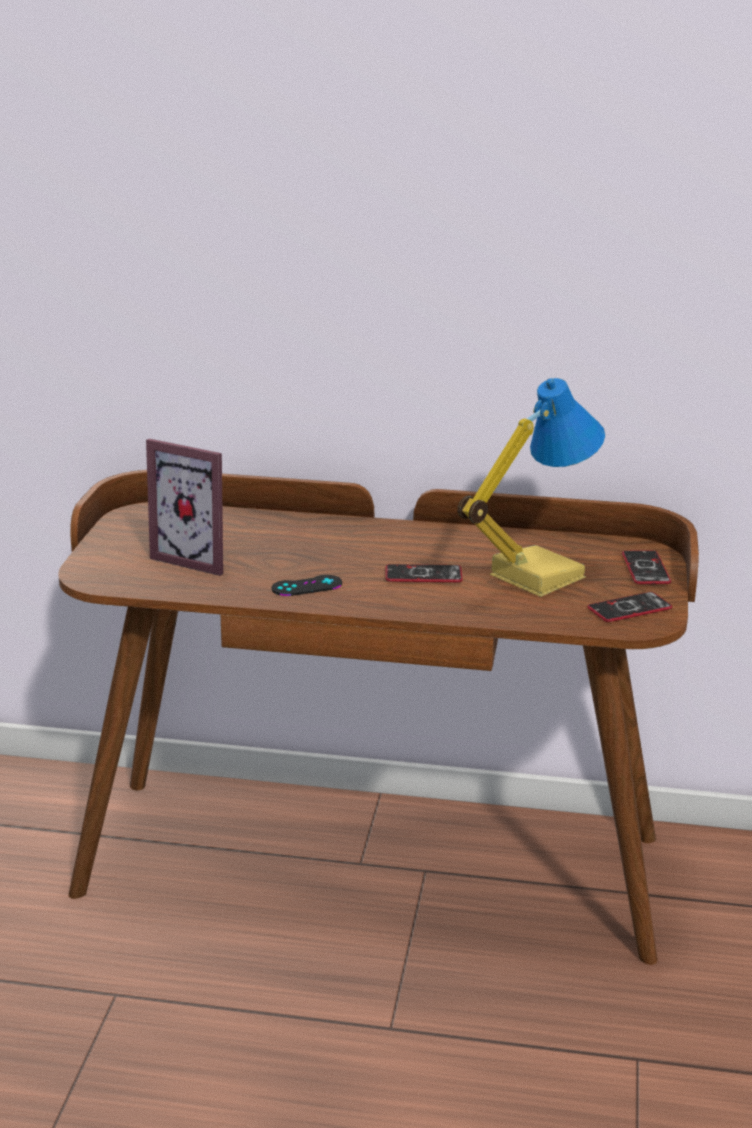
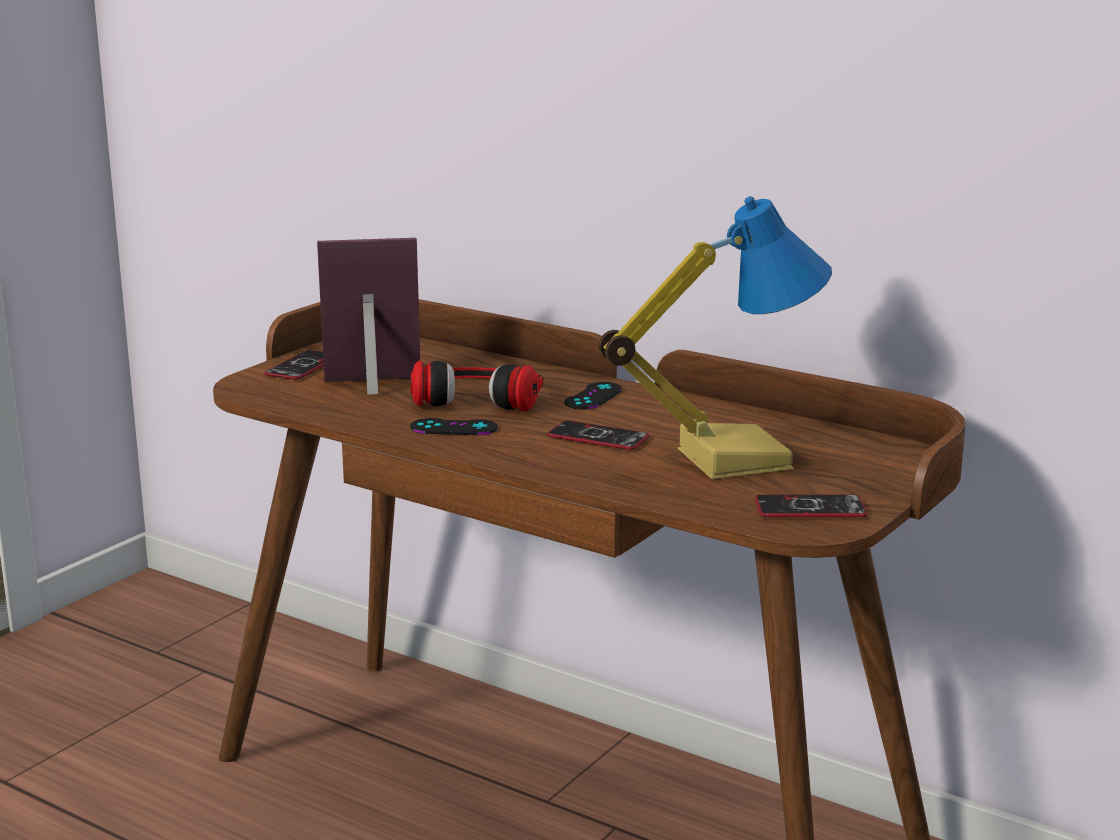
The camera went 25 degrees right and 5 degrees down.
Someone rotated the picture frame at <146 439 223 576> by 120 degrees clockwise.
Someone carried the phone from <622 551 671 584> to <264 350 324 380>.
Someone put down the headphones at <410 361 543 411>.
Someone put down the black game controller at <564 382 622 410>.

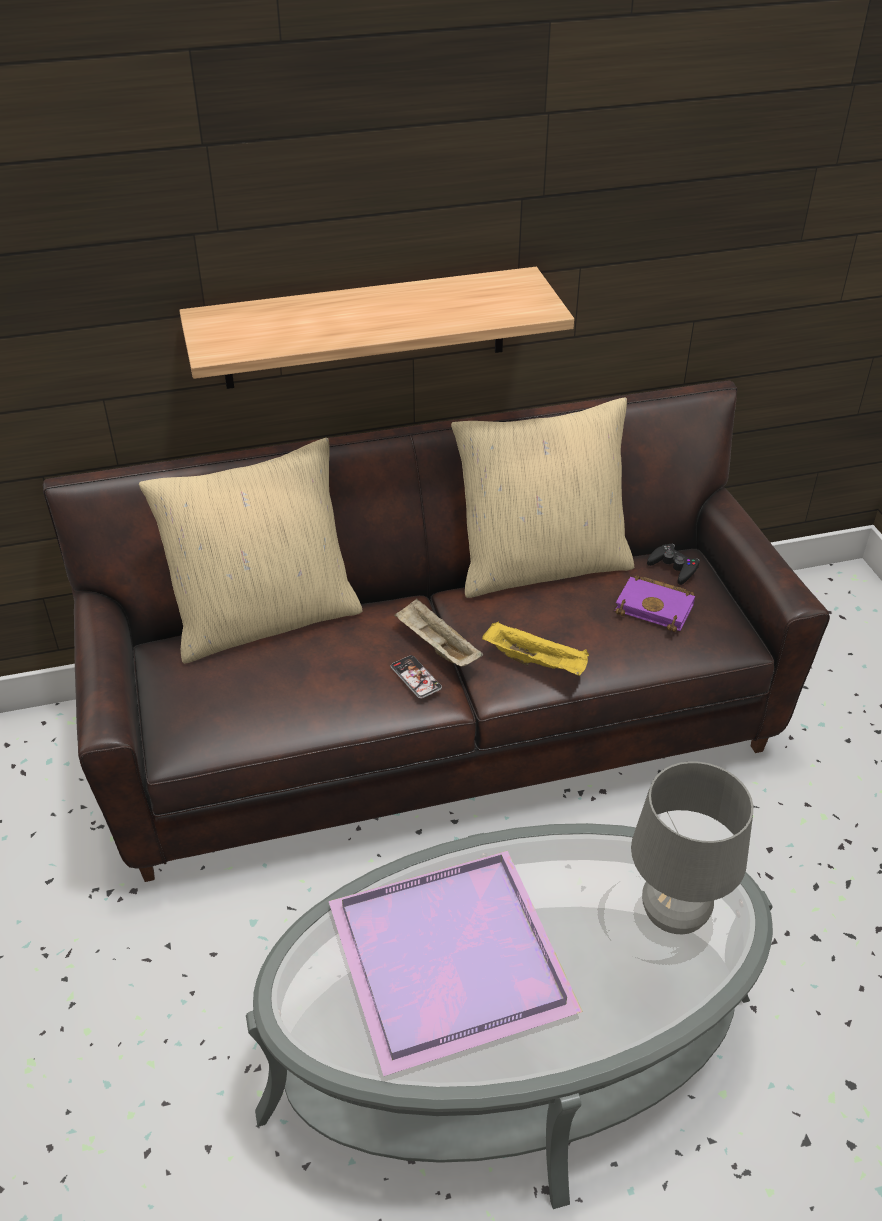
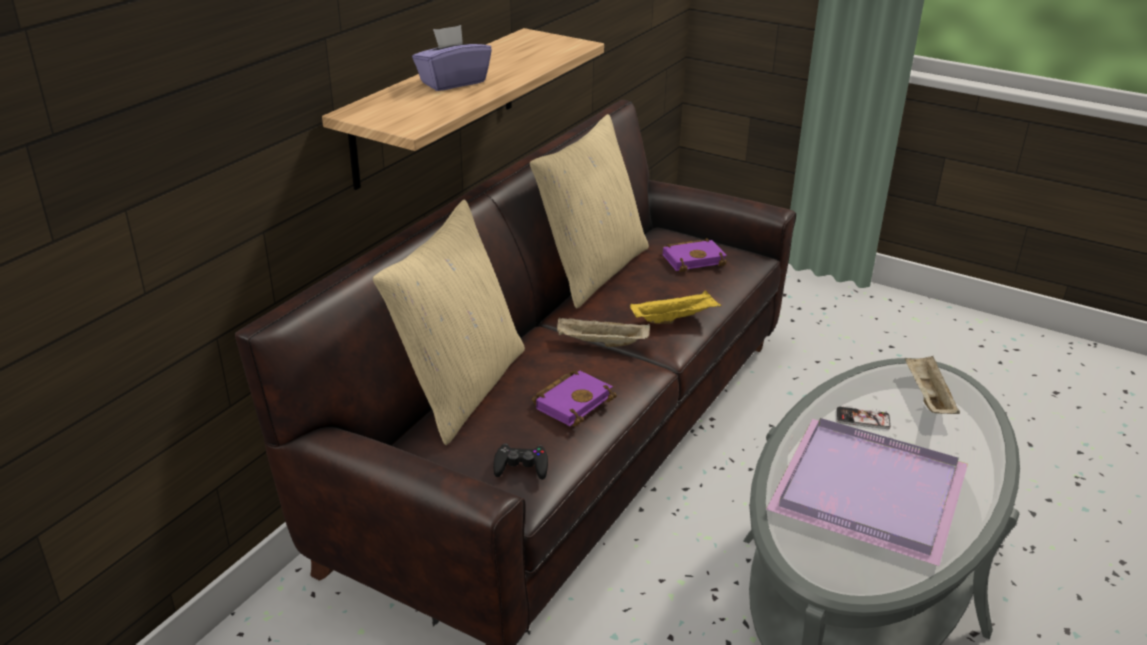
The camera went 45 degrees left and 10 degrees down.
Someone carried the black game controller from <647 544 700 585> to <494 444 548 479>.
Someone carried the phone from <390 655 442 699> to <836 407 891 429>.
Someone swapped the grey table lamp at <631 761 753 934> for the beige tray at <905 356 960 414>.
Someone put down the purple tissue box at <412 25 492 91>.
Someone put down the purple book at <532 370 617 426>.

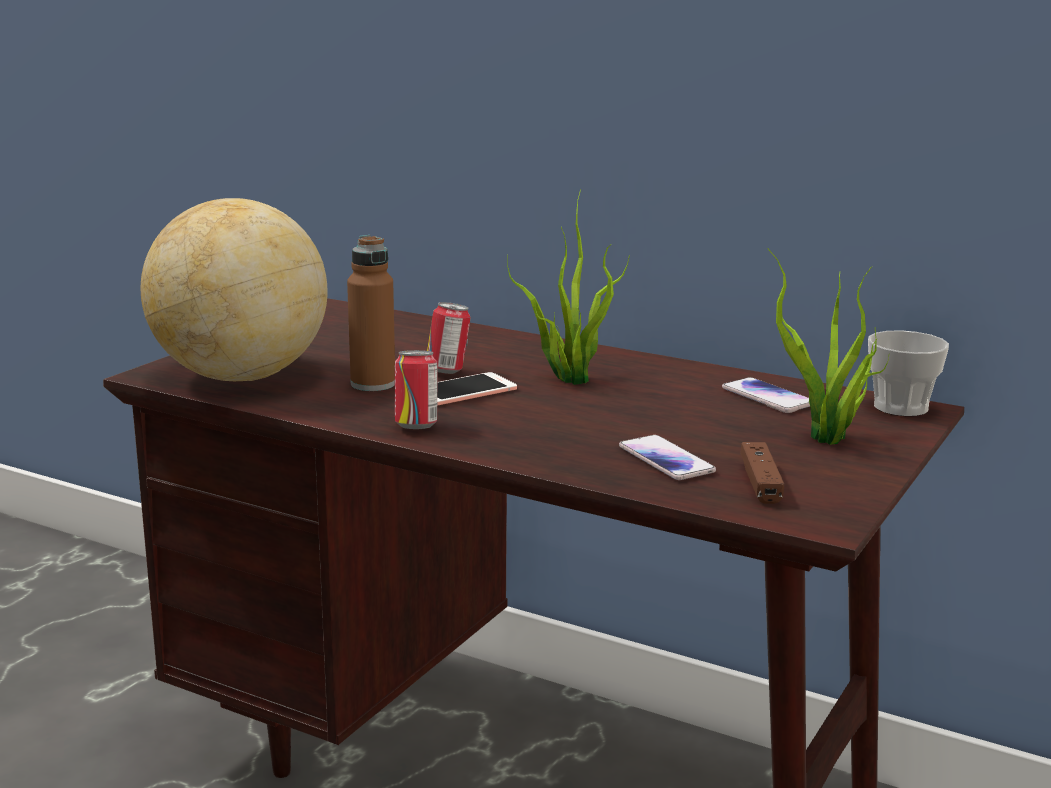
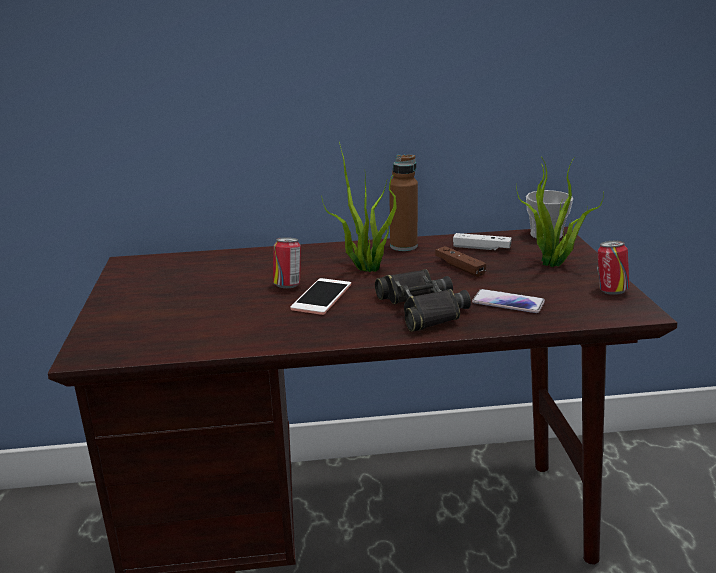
The camera went 35 degrees left and 5 degrees up.
Someone took away the globe at <140 198 328 381>.
Someone carried the brown bottle from <347 235 395 391> to <389 154 418 251>.
Someone carried the can from <395 350 437 429> to <597 241 629 295>.
Someone swapped the phone at <722 377 810 413> for the white game controller at <453 233 512 250>.
Someone carried the brown game controller from <740 442 784 504> to <435 246 486 277>.
Someone put down the black binoculars at <375 269 471 332>.

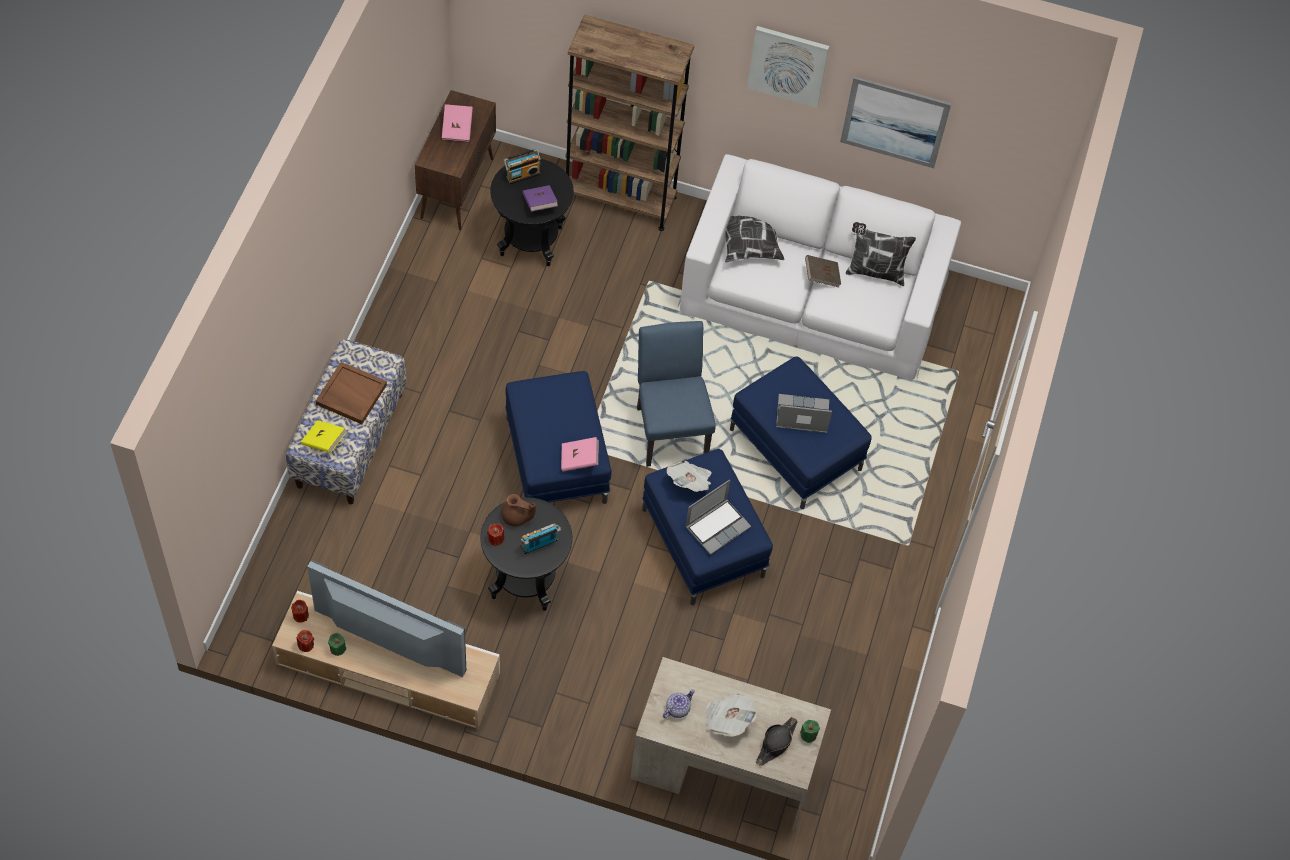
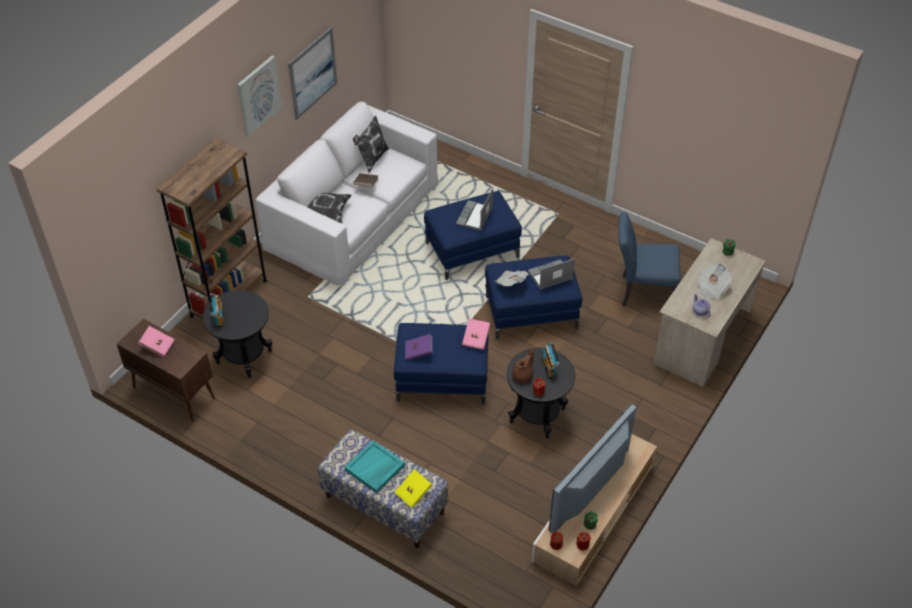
The camera went 70 degrees left and 10 degrees down.
Someone carried the purple book from <522 185 558 212> to <405 334 433 361>.
Someone carried the blue chair from <637 321 716 467> to <618 212 680 306>.
Someone repainted the brown tray at <316 362 387 424>, which became the turquoise tray at <345 440 405 493>.
Someone rotated the laptop at <685 480 751 555> by 90 degrees counterclockwise.
Someone took away the black hat at <756 717 798 766>.

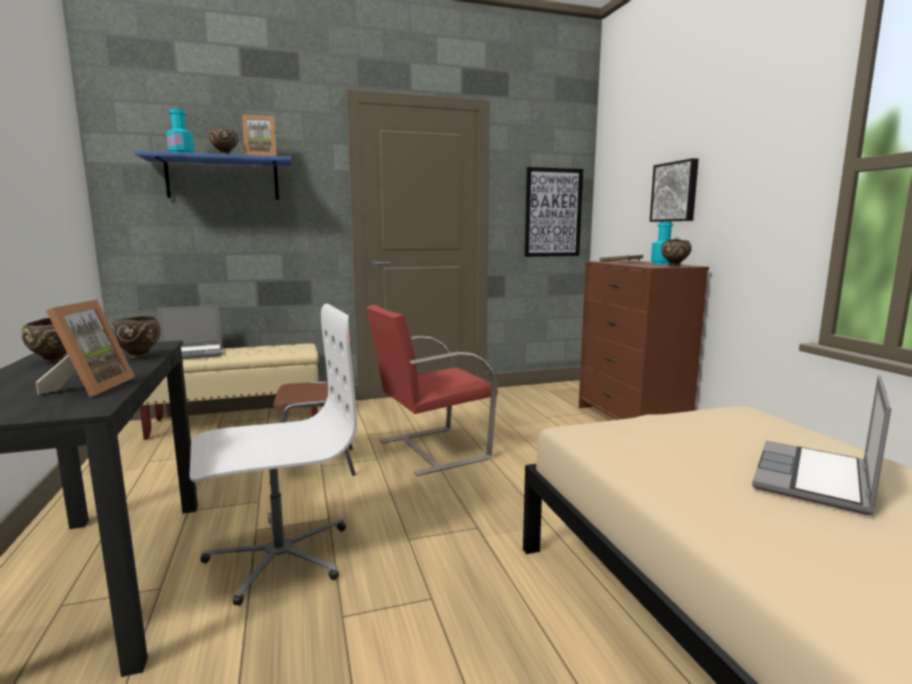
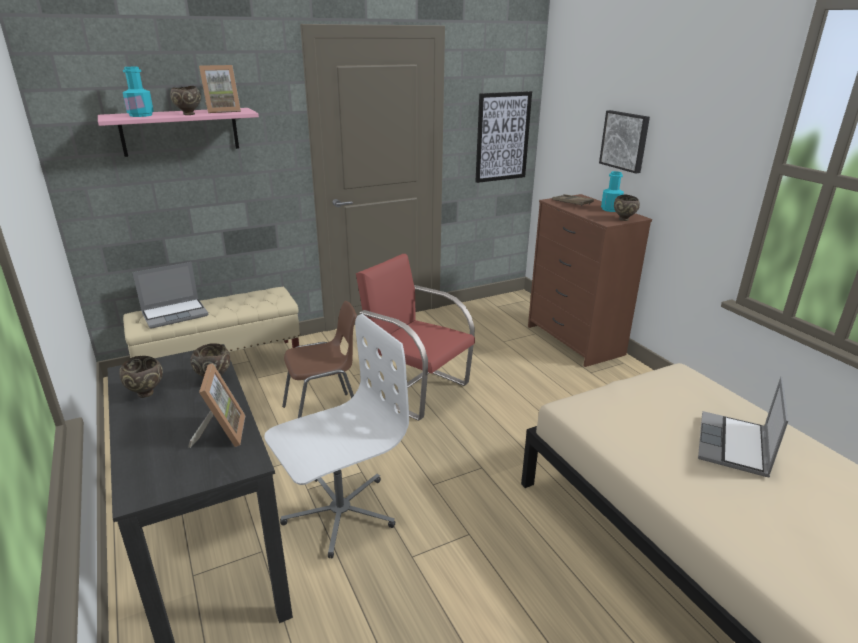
The camera went 10 degrees left and 15 degrees up.
Someone repainted the blue shelf at <135 151 291 200>, which became the pink shelf at <98 108 259 157>.
Someone rotated the red chair at <366 305 497 476> by 75 degrees clockwise.

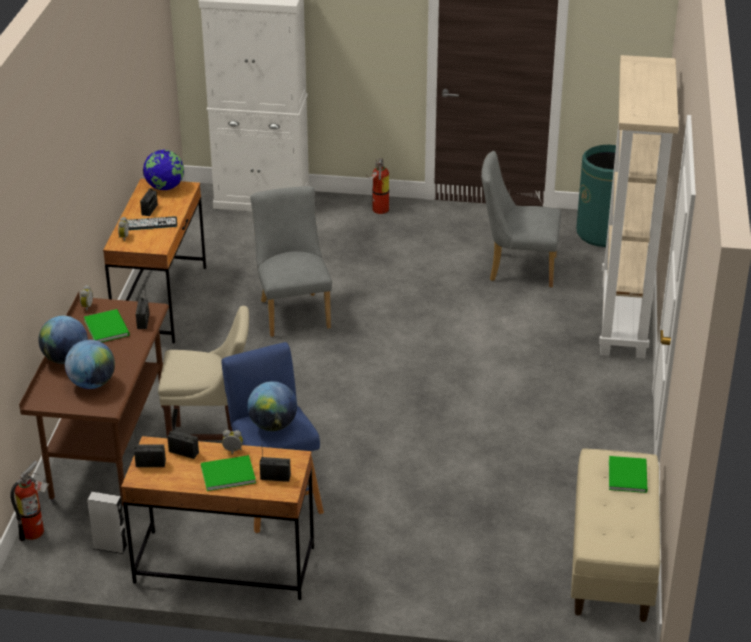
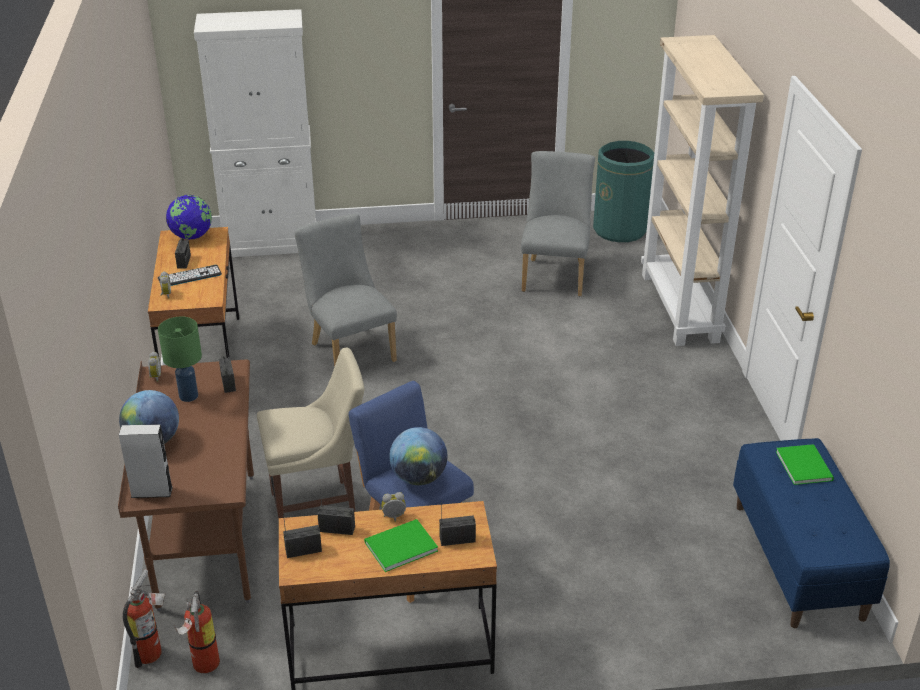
The camera went 15 degrees left and 0 degrees up.
Someone rotated the grey chair at <481 151 561 288> by 105 degrees clockwise.
Someone carried the fire extinguisher from <366 158 389 214> to <174 591 220 673>.
Someone swapped the green book at <84 309 130 342> for the green table lamp at <158 316 202 402>.
Someone took away the globe at <65 340 115 389>.
Someone repainted the beige bench at <571 448 660 622>, which became the blue bench at <733 438 890 628>.
Someone carried the grey speaker from <87 492 128 554> to <119 424 173 498>.

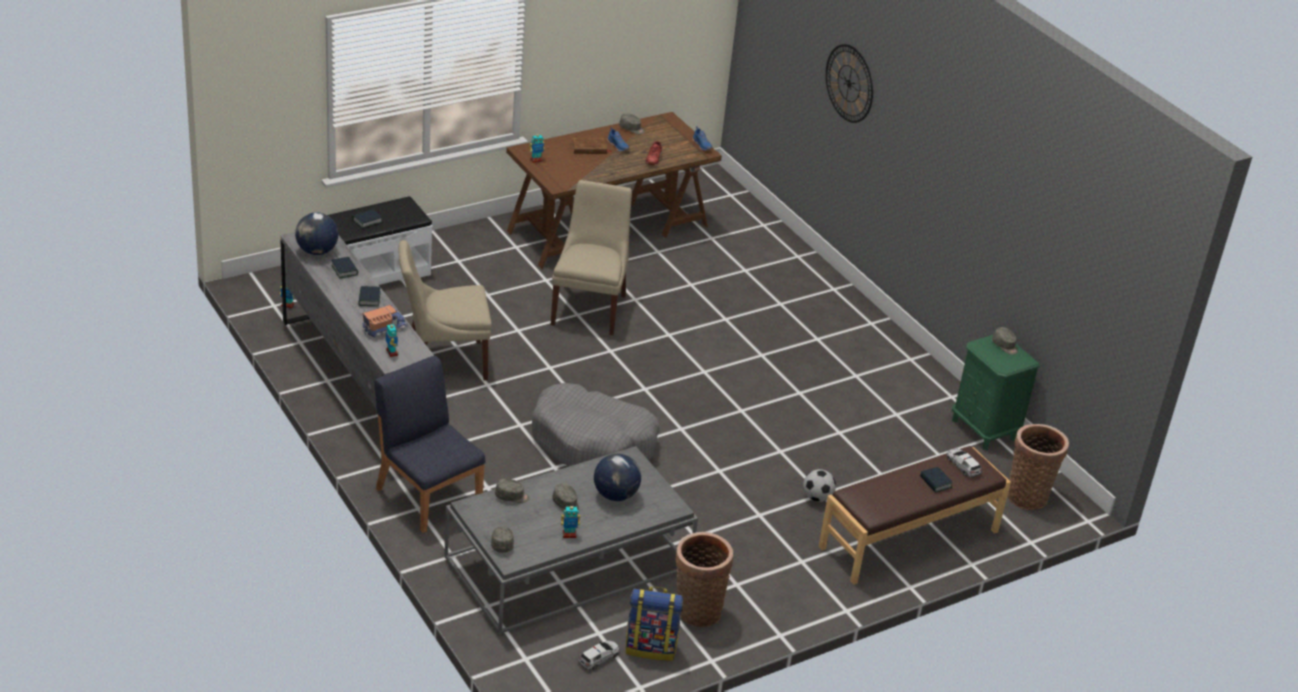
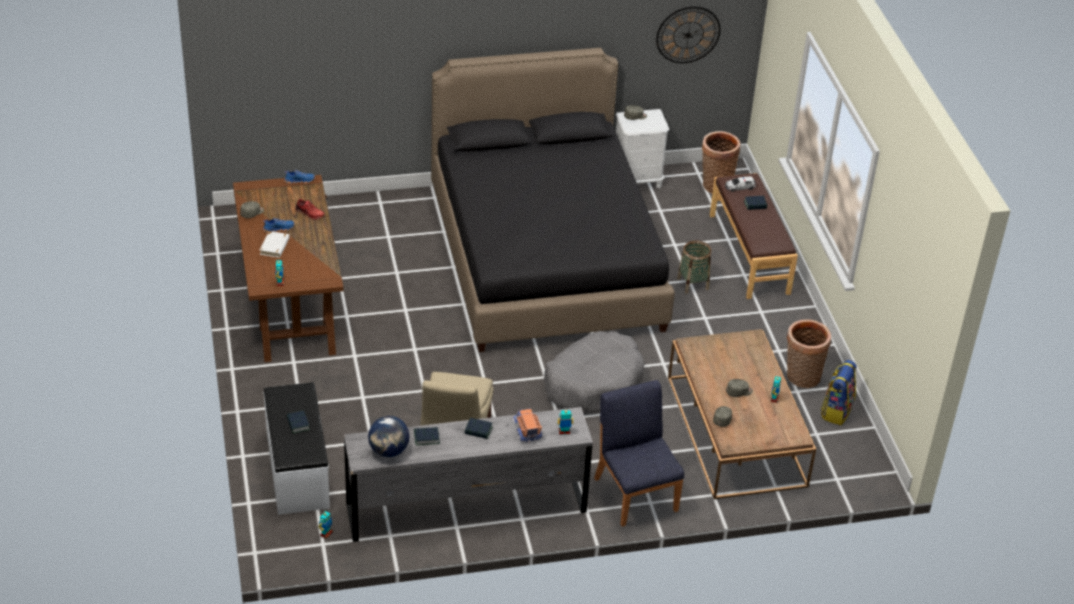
The camera went 70 degrees left and 5 degrees up.
Someone carried the wall clock from <826 44 873 123> to <656 6 721 63>.
Someone repainted the brown book at <572 138 612 154>, which became the white book at <260 231 290 258>.
Someone took away the beige chair at <551 180 632 335>.
Someone repainted the green nightstand at <952 335 1040 450>, which became the white nightstand at <616 109 670 189>.
Someone rotated the blue chair at <374 355 485 533> by 90 degrees clockwise.
Someone repainted the grey coffee table at <444 446 698 634>, which became the brown coffee table at <668 329 816 499>.
Someone took away the globe at <594 454 641 501>.
Someone swapped the football at <803 469 836 502> for the basket at <677 240 711 294>.
Someone took away the grey cap at <491 526 514 553>.
Someone took away the toy car at <578 640 620 670>.
Someone put down the black bed at <431 48 675 352>.

